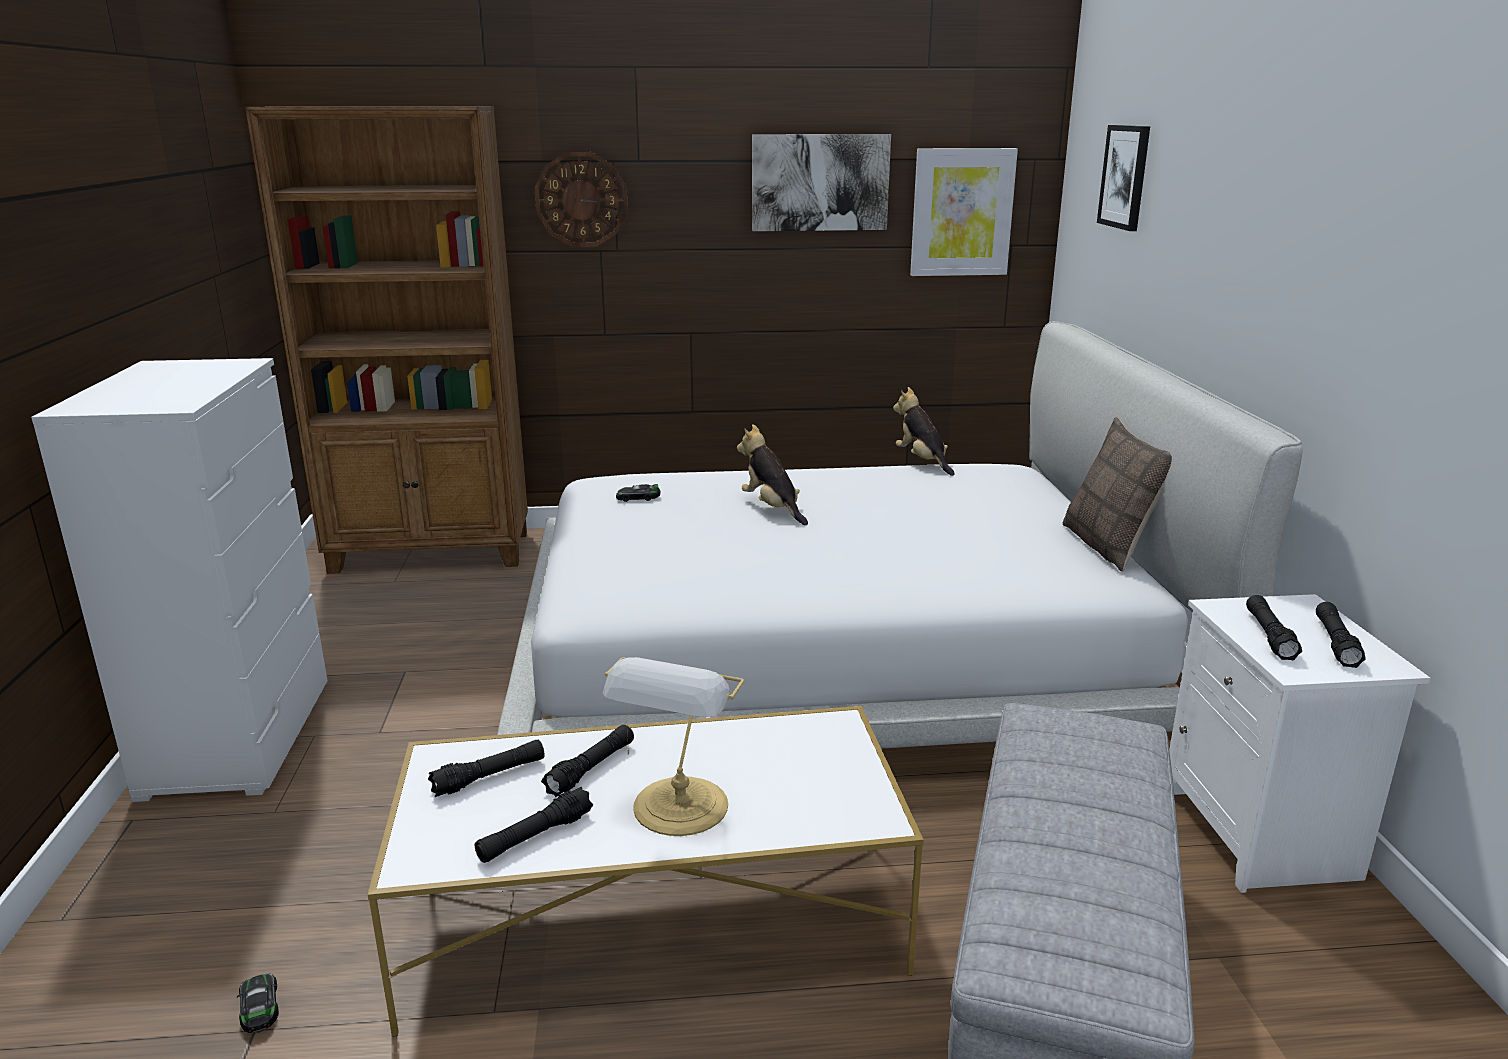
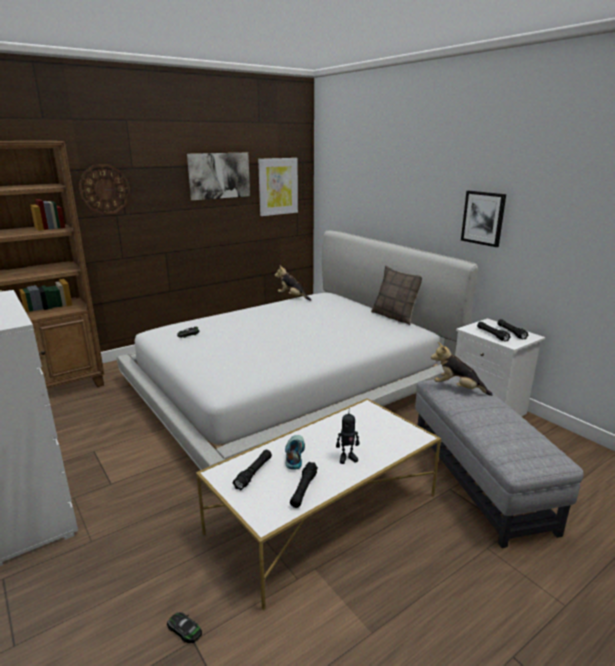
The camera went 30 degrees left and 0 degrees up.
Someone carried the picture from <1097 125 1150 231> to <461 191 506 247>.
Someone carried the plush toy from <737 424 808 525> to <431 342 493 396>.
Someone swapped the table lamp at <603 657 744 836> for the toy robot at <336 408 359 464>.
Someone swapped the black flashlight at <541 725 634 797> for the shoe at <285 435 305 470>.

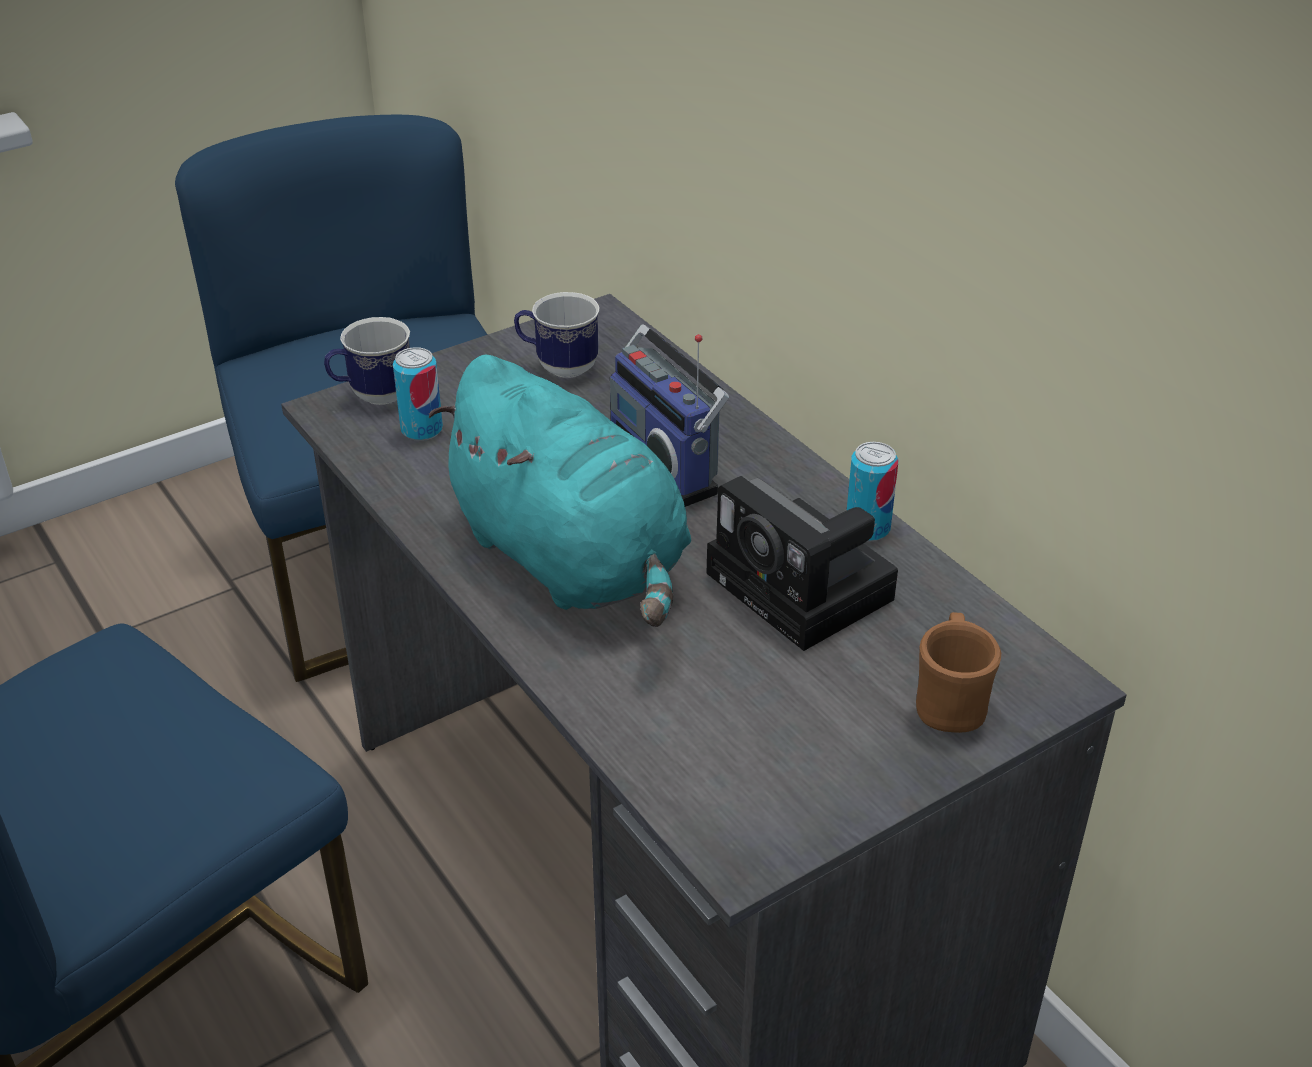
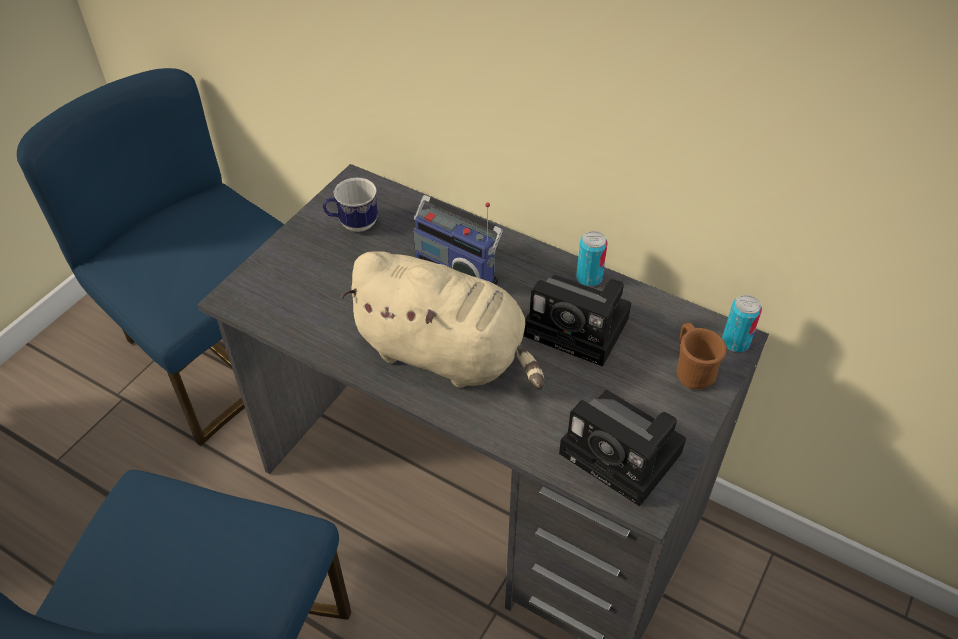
The camera went 25 degrees left and 10 degrees up.
Someone took away the mug at <324 317 410 405>.
Someone carried the can from <393 347 443 441> to <722 295 762 352>.
Someone repainted the turquoise plush toy at <429 355 691 627>, which became the beige plush toy at <340 251 545 390>.
Someone put down the photo camera at <559 390 686 507>.

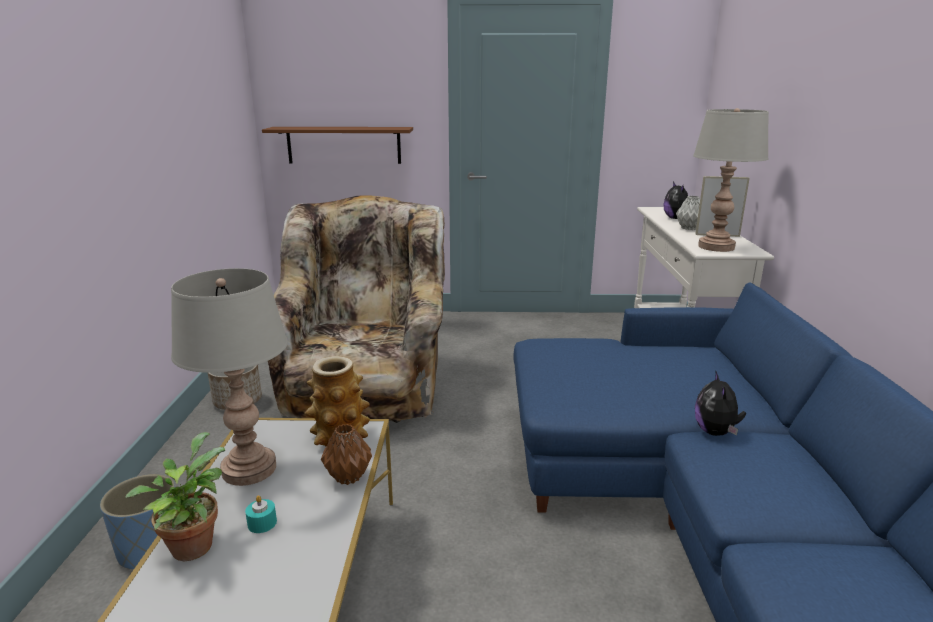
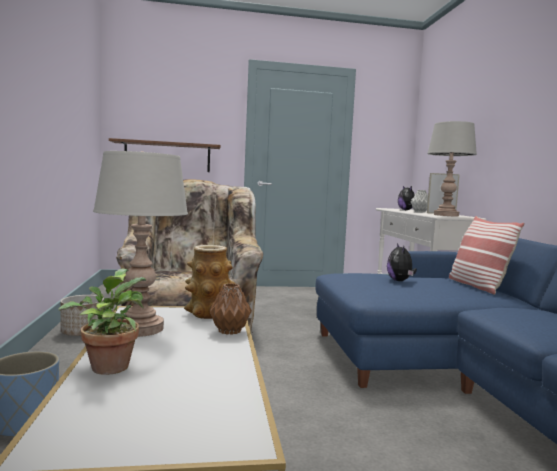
The camera went 10 degrees left and 15 degrees down.
Someone carried the plush toy from <695 372 746 436> to <387 243 417 281>.
Someone took away the turquoise candle at <245 495 277 533>.
Someone put down the pillow at <449 216 525 295>.

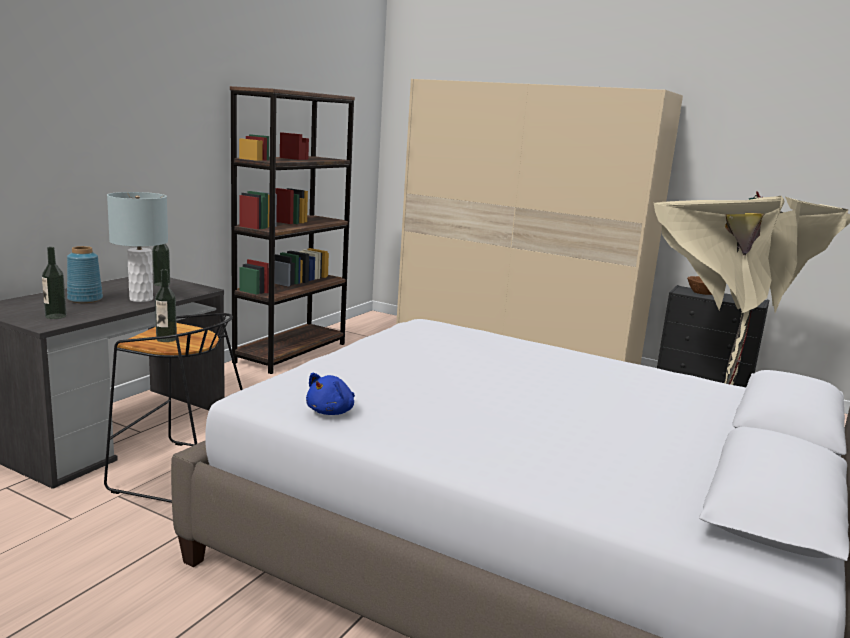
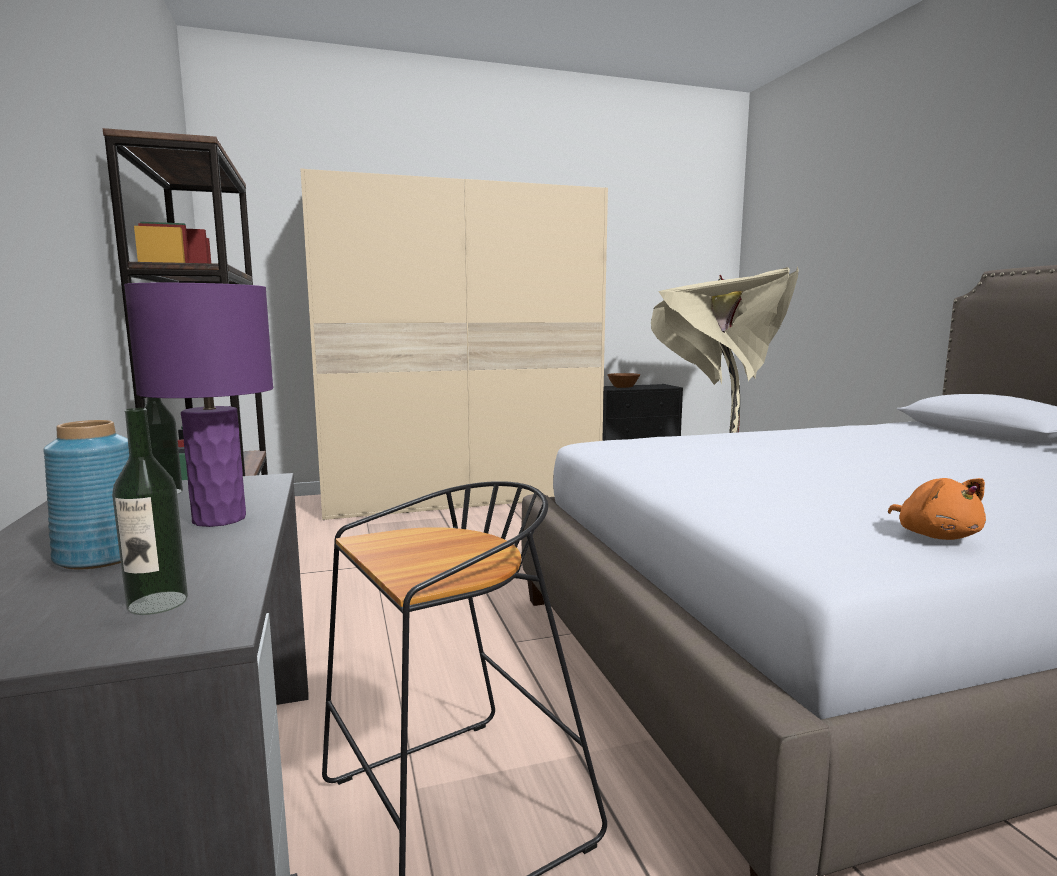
The camera went 45 degrees left and 5 degrees down.
Someone repainted the grey table lamp at <107 192 168 302>, which became the purple table lamp at <124 283 273 527>.
Someone took away the bottle at <155 269 177 342>.
Someone repainted the blue plush toy at <306 373 355 415>, which became the orange plush toy at <888 478 986 540>.

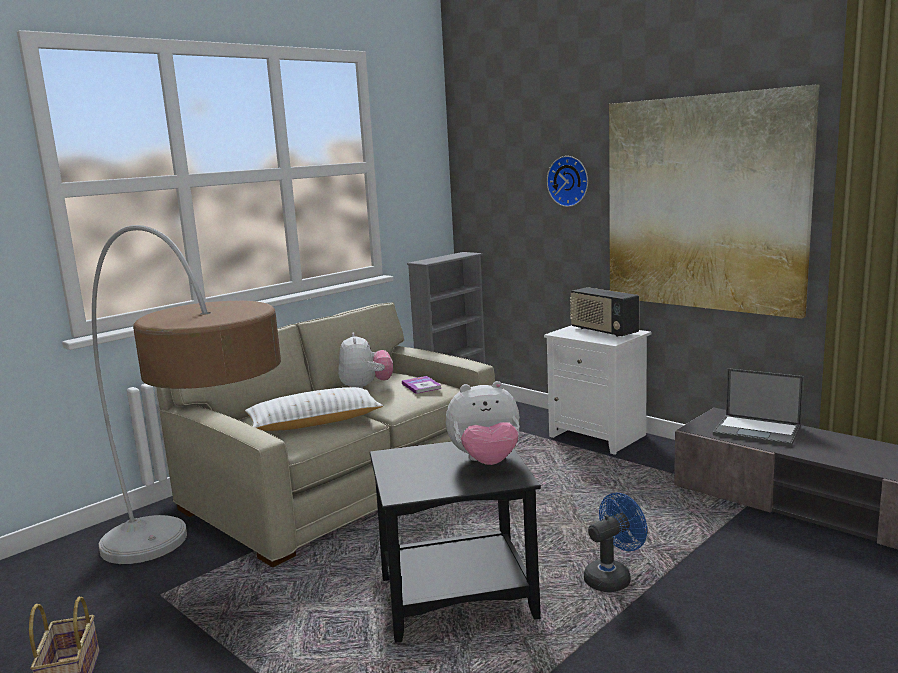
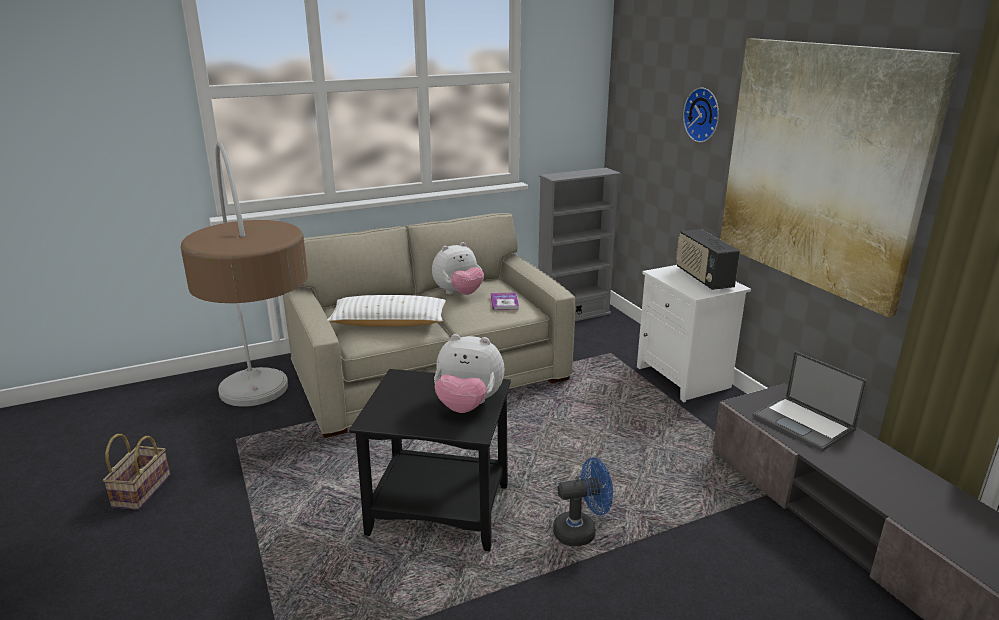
The camera went 20 degrees right and 10 degrees up.
Someone rotated the plush toy at <338 332 393 389> by 45 degrees clockwise.

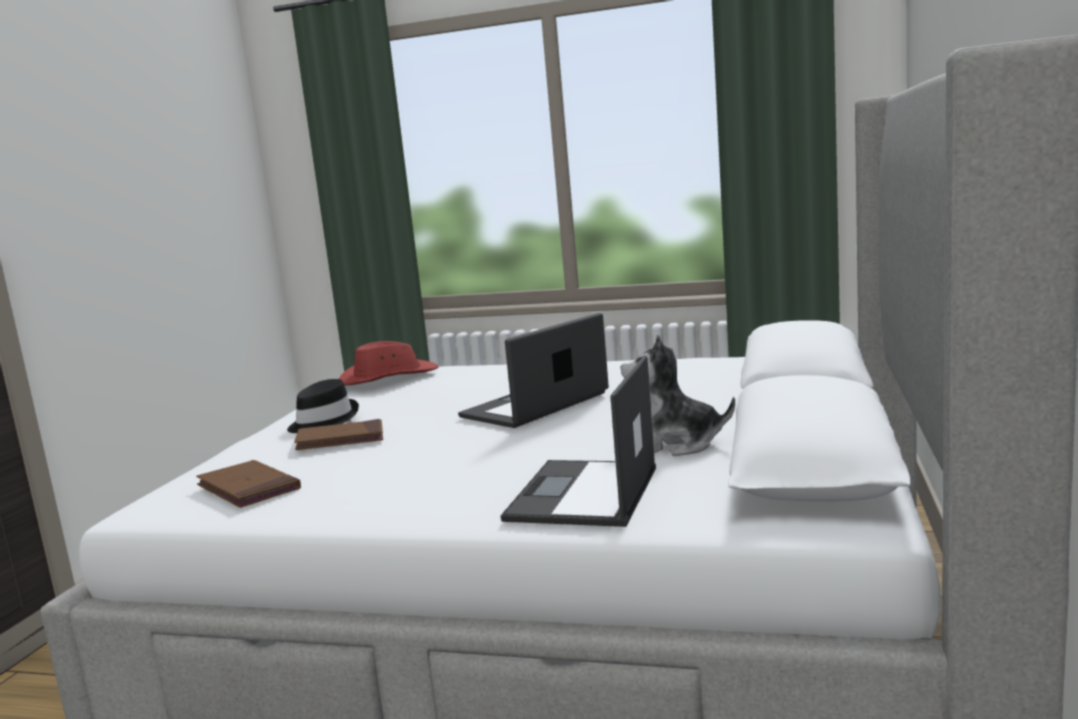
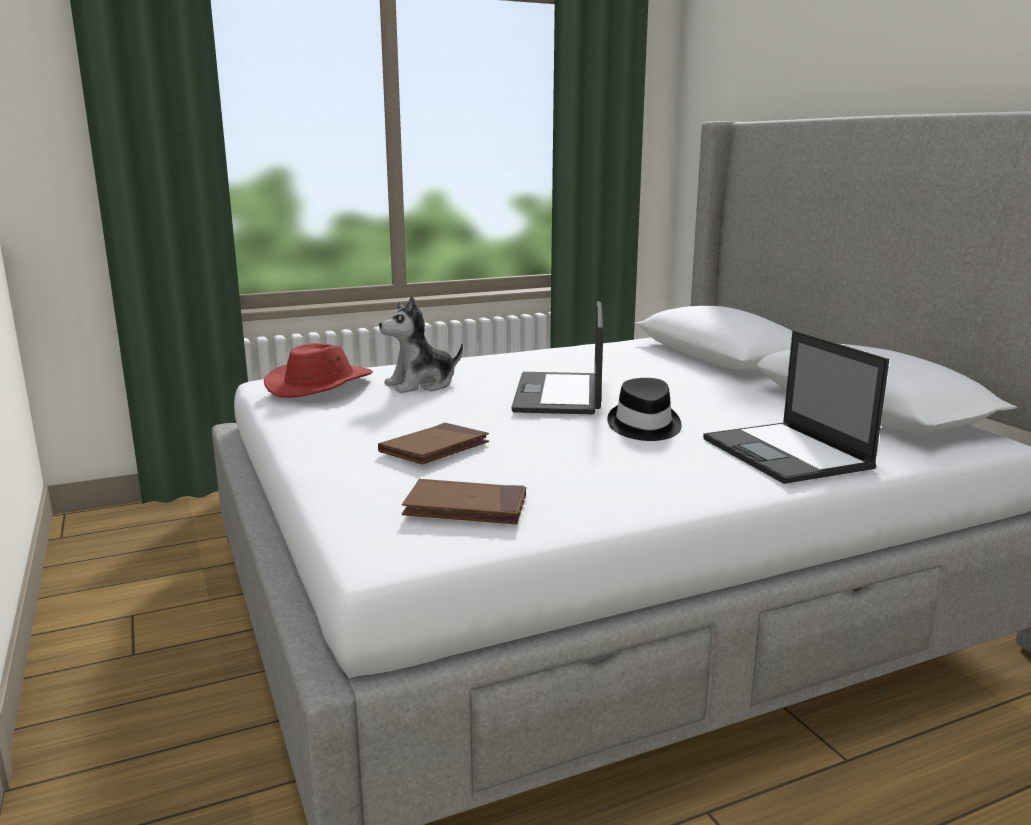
The camera went 40 degrees left and 5 degrees up.
Someone carried the plush toy from <621 335 735 456> to <379 296 463 393>.
Someone carried the black hat from <287 379 359 433> to <607 378 682 441>.

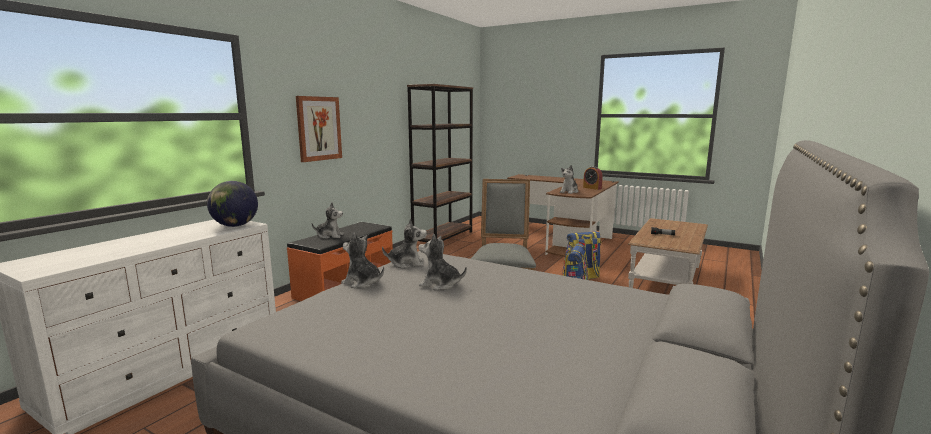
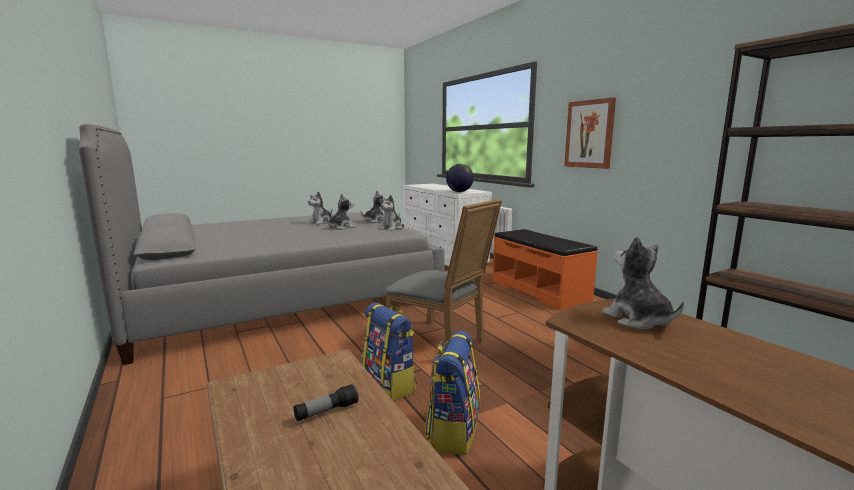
The camera went 120 degrees right and 0 degrees up.
Someone took away the alarm clock at <583 166 603 190>.
Someone carried the plush toy from <312 203 344 239> to <308 192 333 224>.

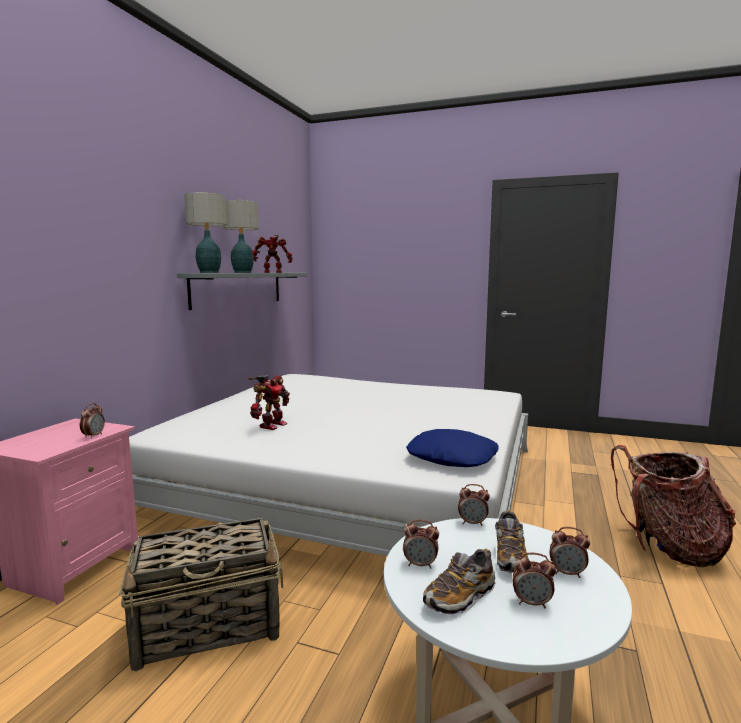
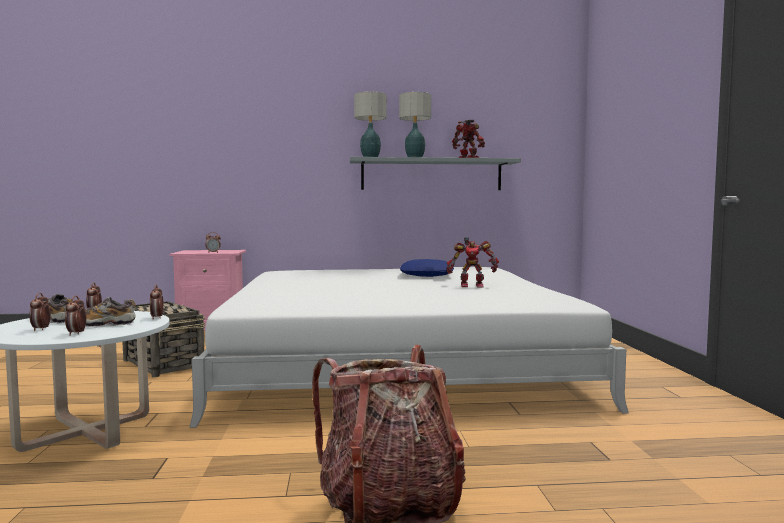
The camera went 65 degrees right and 5 degrees down.
Someone carried the toy robot from <248 375 290 430> to <446 237 499 287>.
Someone carried the blue pillow from <406 429 499 467> to <400 259 454 277>.

